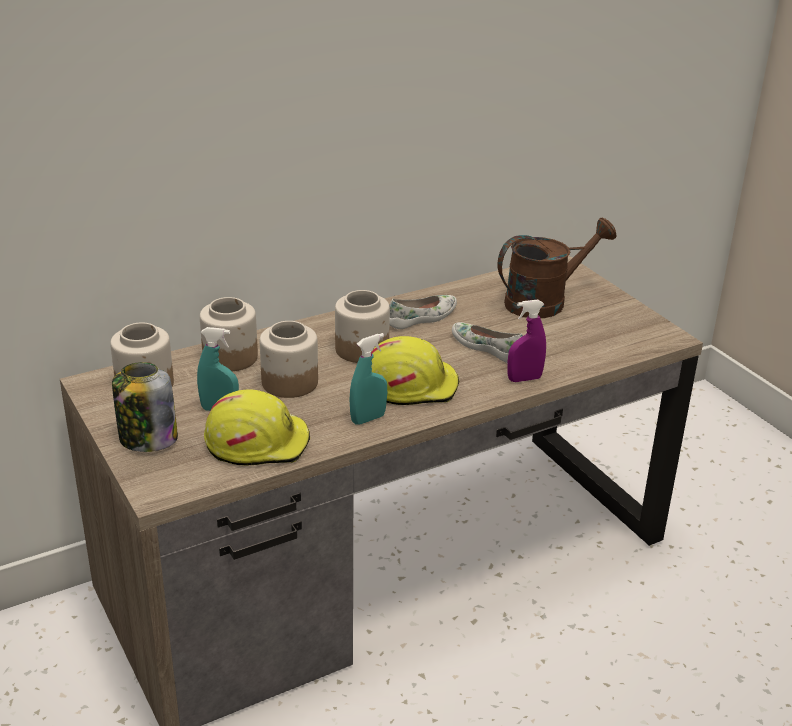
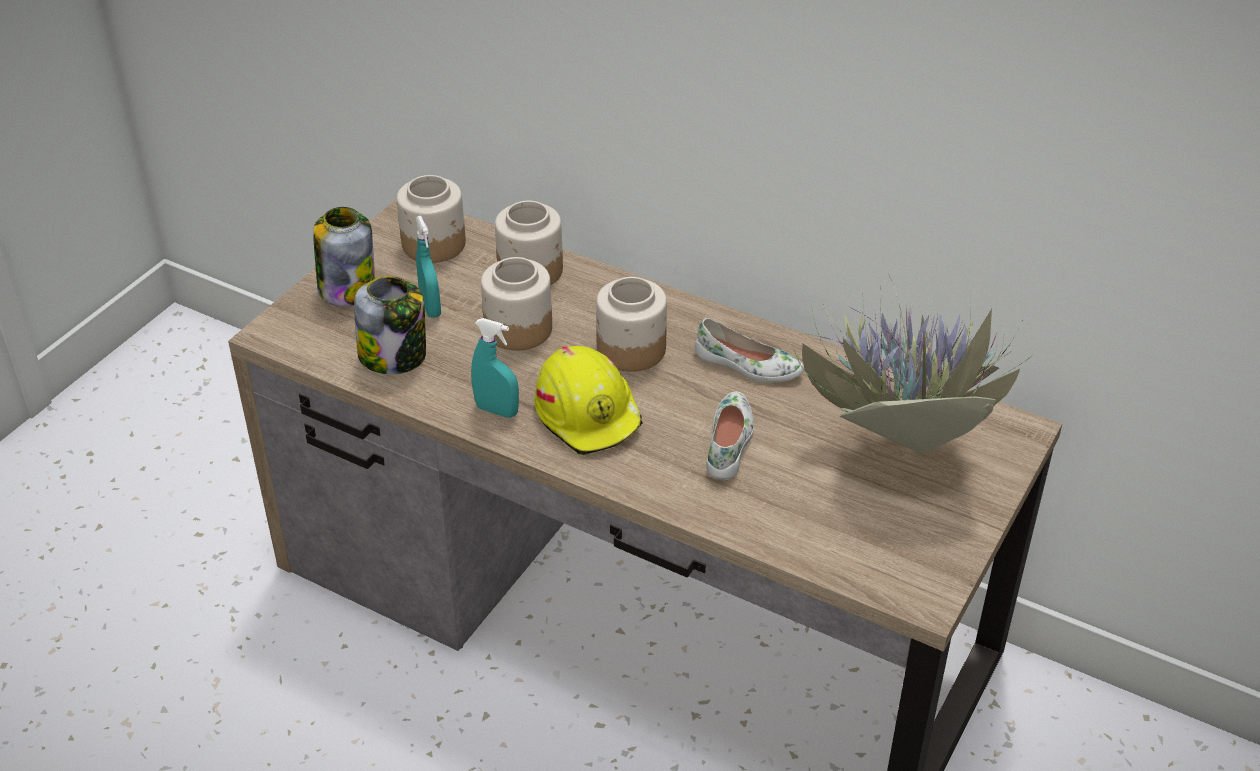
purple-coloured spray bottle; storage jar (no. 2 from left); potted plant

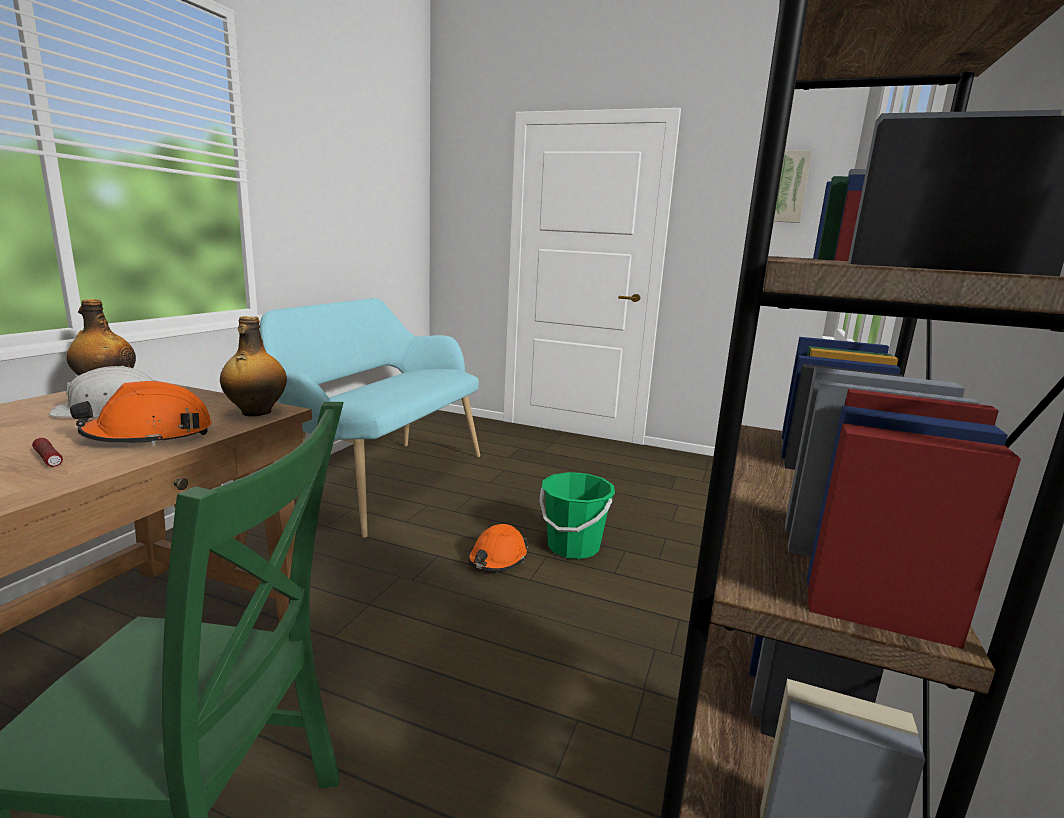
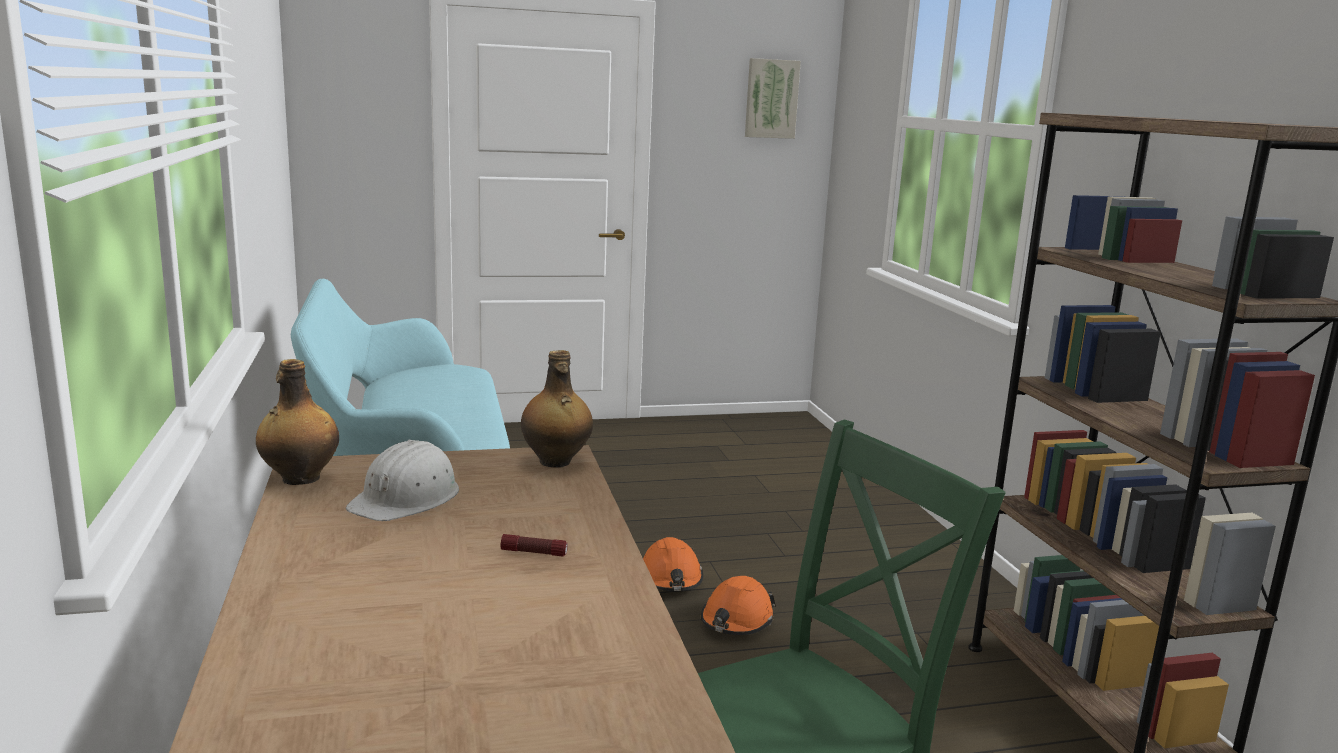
green-coloured pail; orangey work helmet (no. 2 from left)

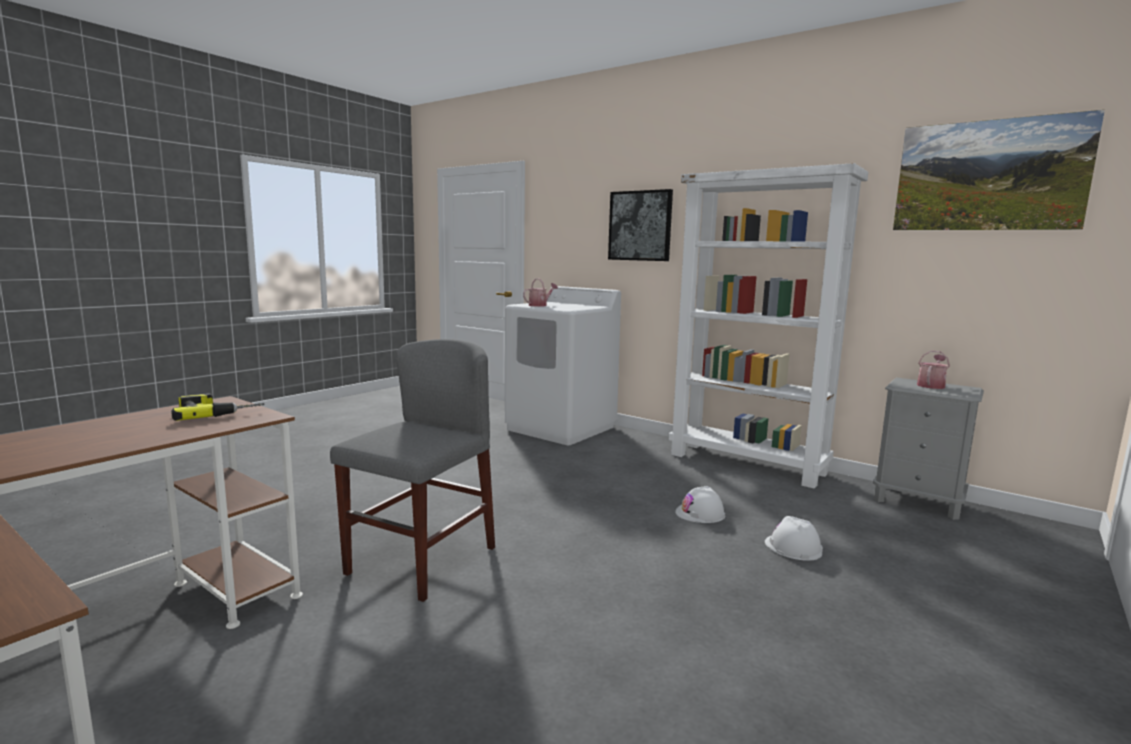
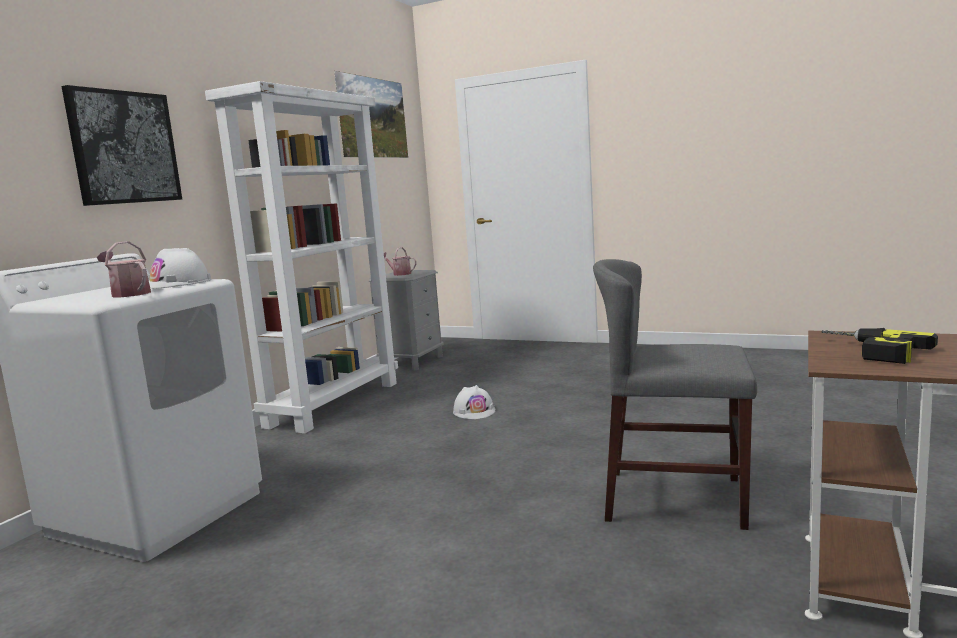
white work helmet (no. 1 from left)

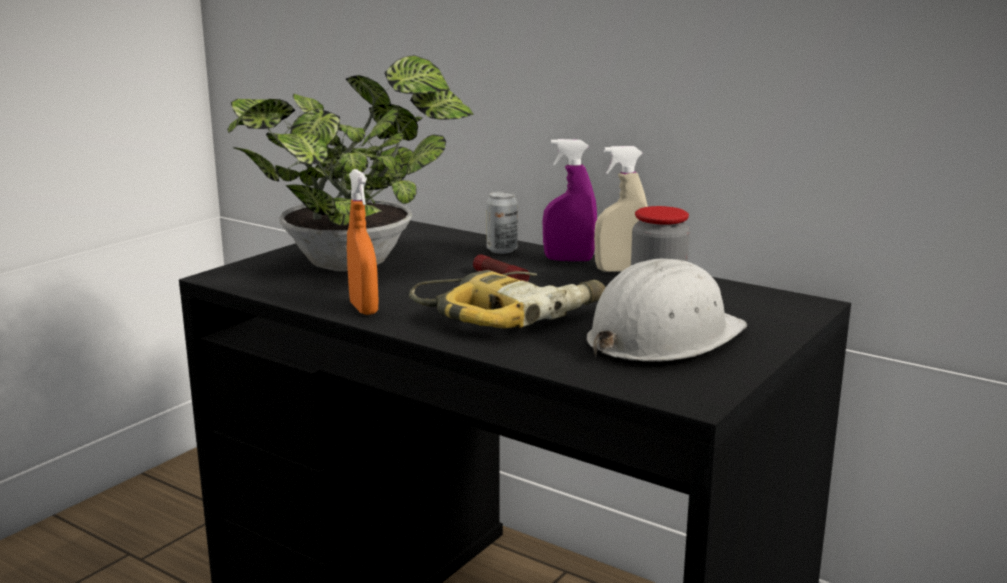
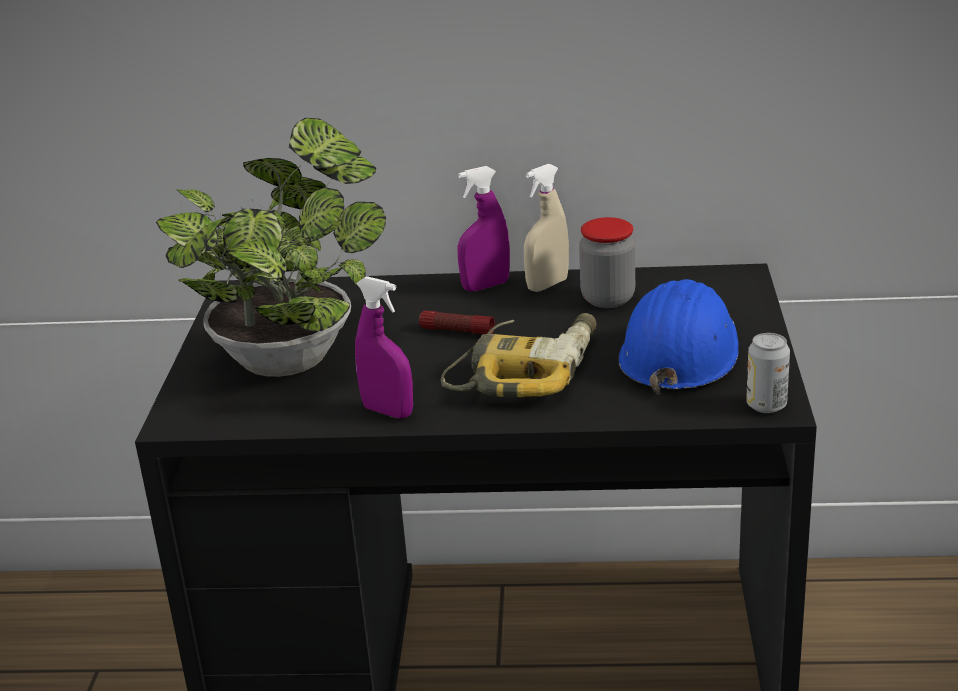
can; purple-coloured spray bottle (no. 1 from left); blue work helmet

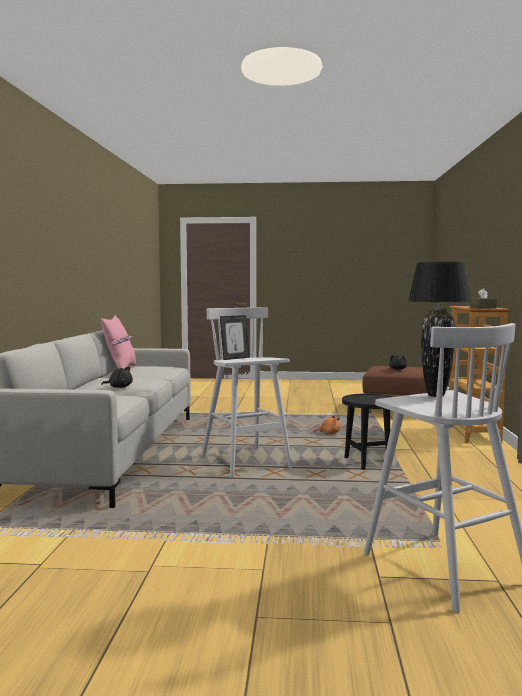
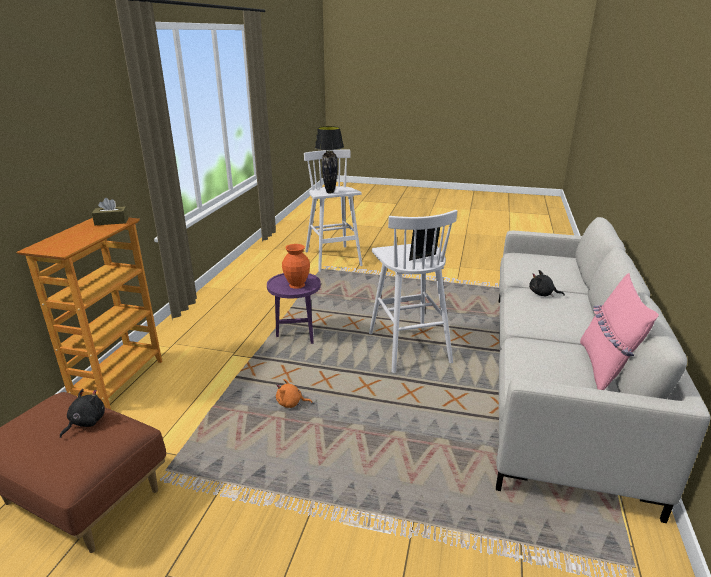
orangey decorative vase; purple-coloured end table

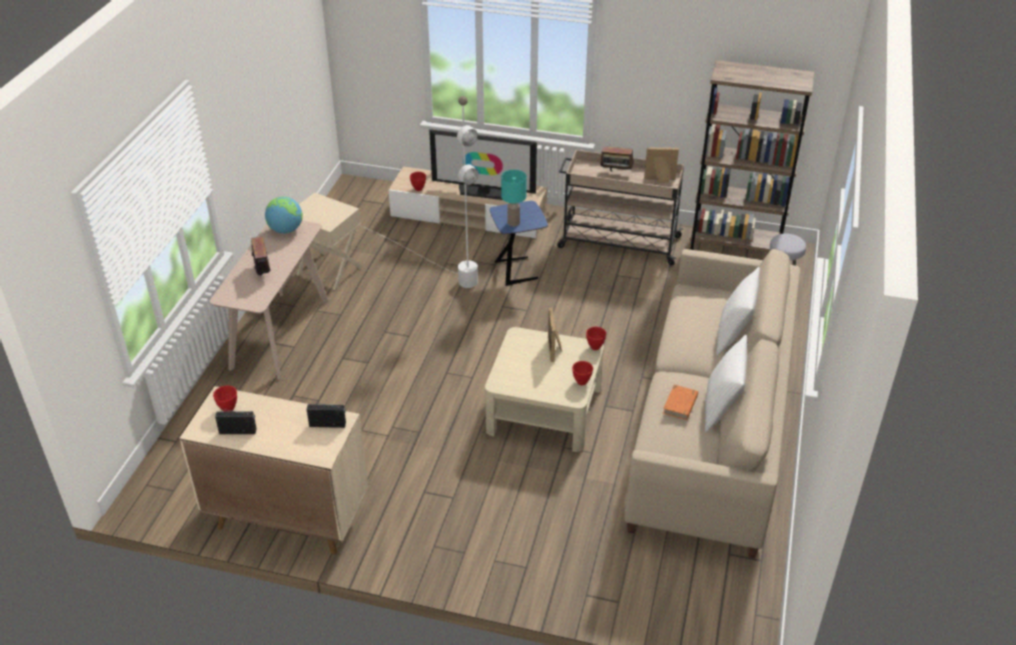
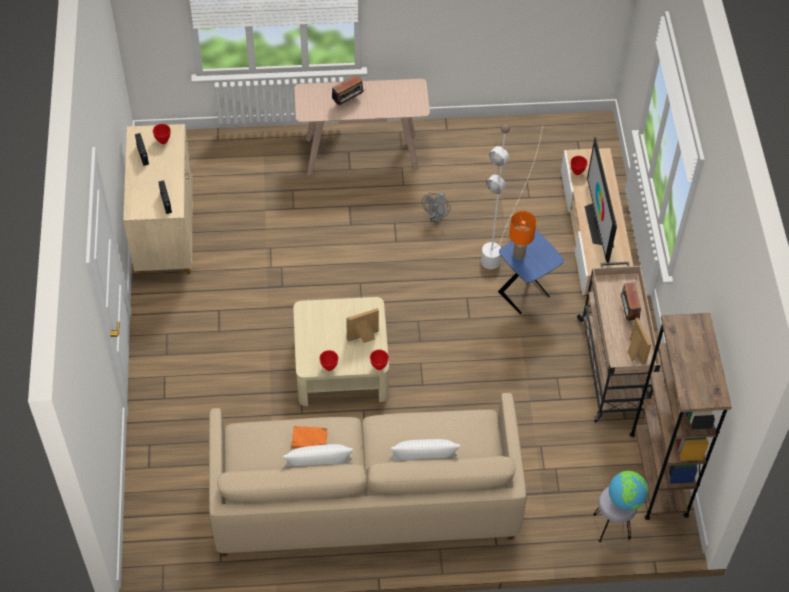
sand-coloured end table; grey cooling fan; desk globe; orangey tabletop lamp

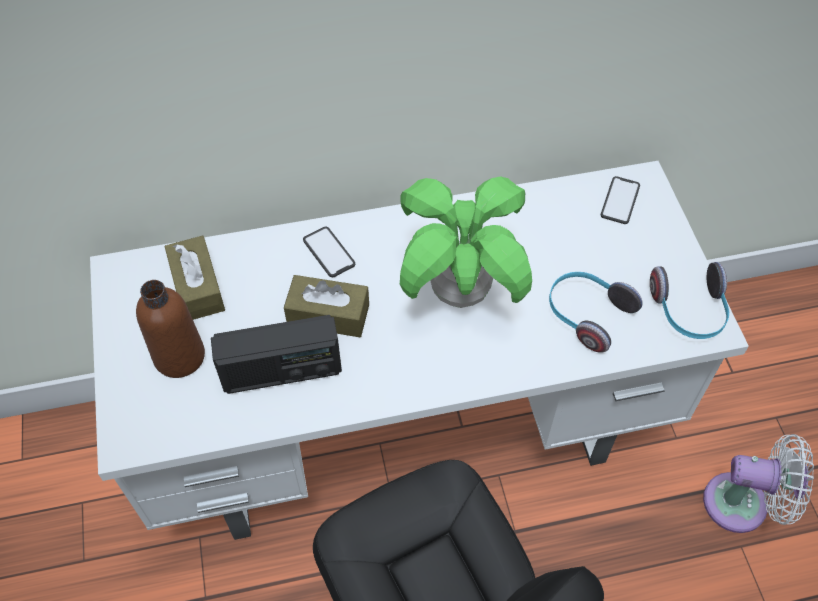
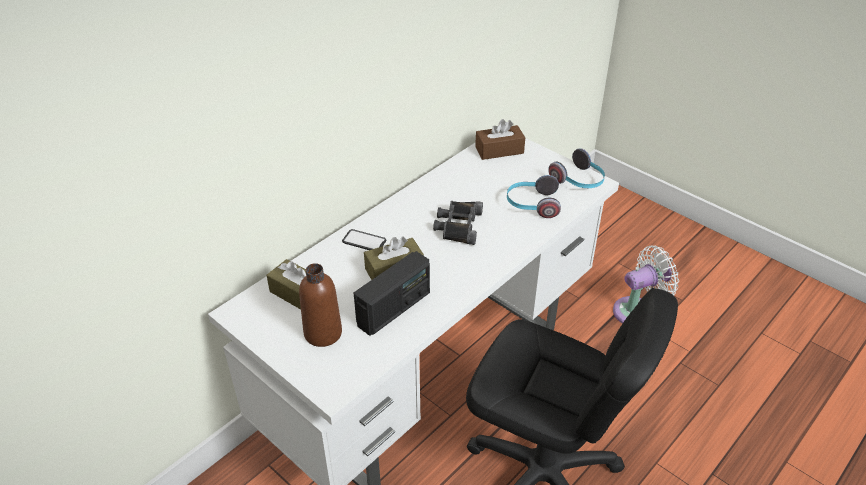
black pair of binoculars; brown tissue holder (no. 3 from left)

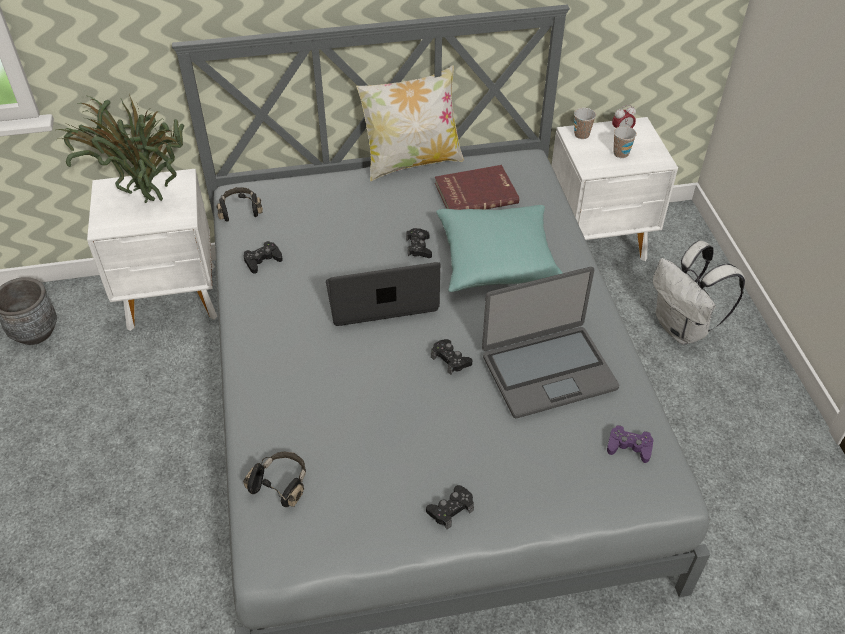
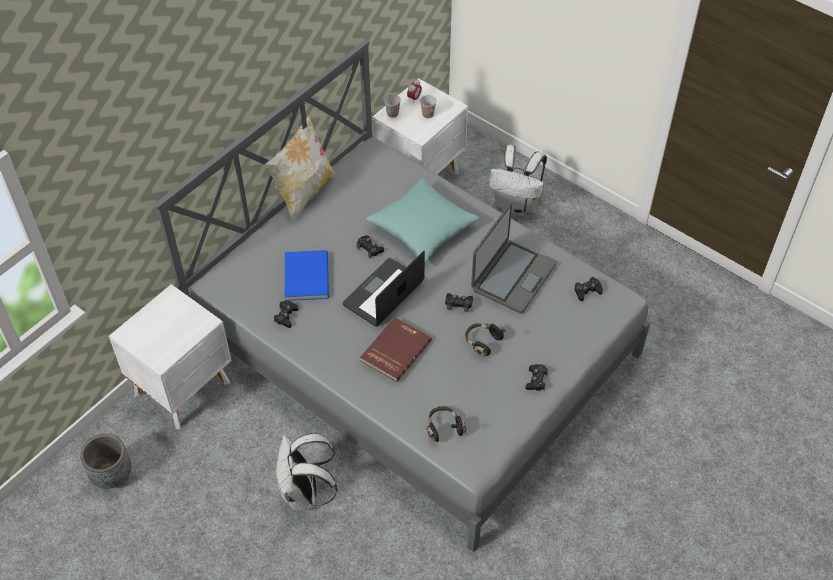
potted plant; white backpack (no. 1 from left); blue bound book; black headphones (no. 2 from left); red bound book; black gamepad (no. 5 from left)

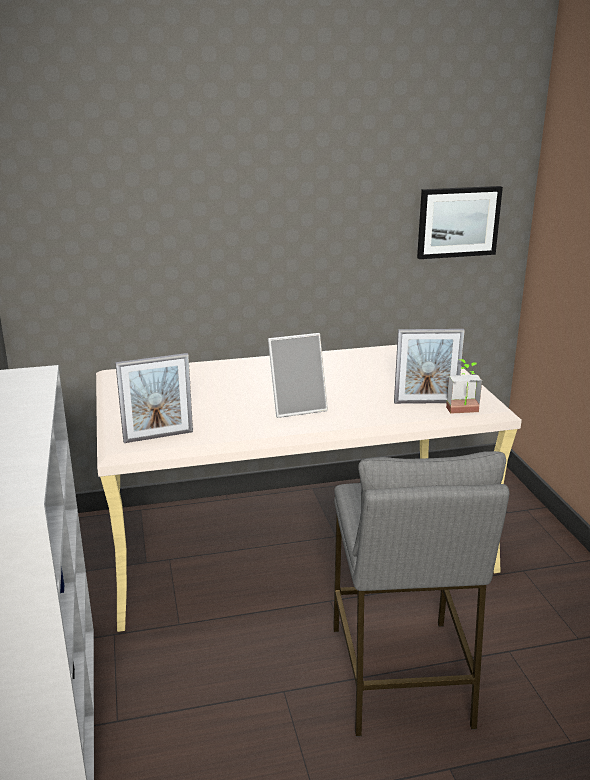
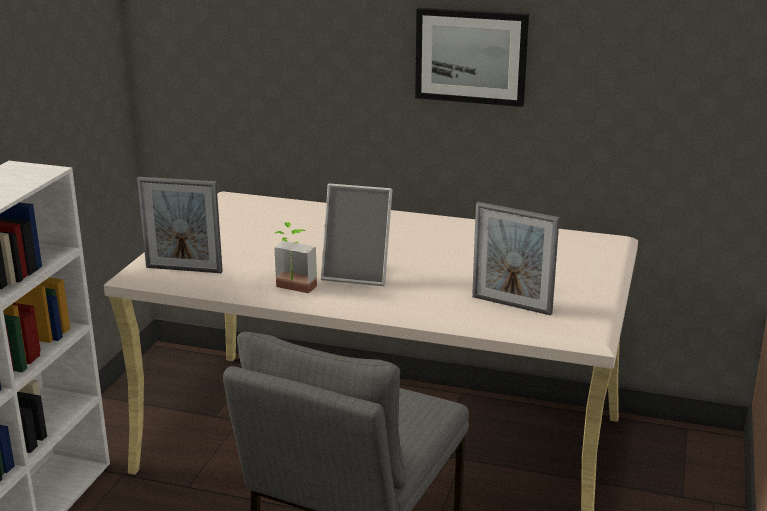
wall art; potted plant

